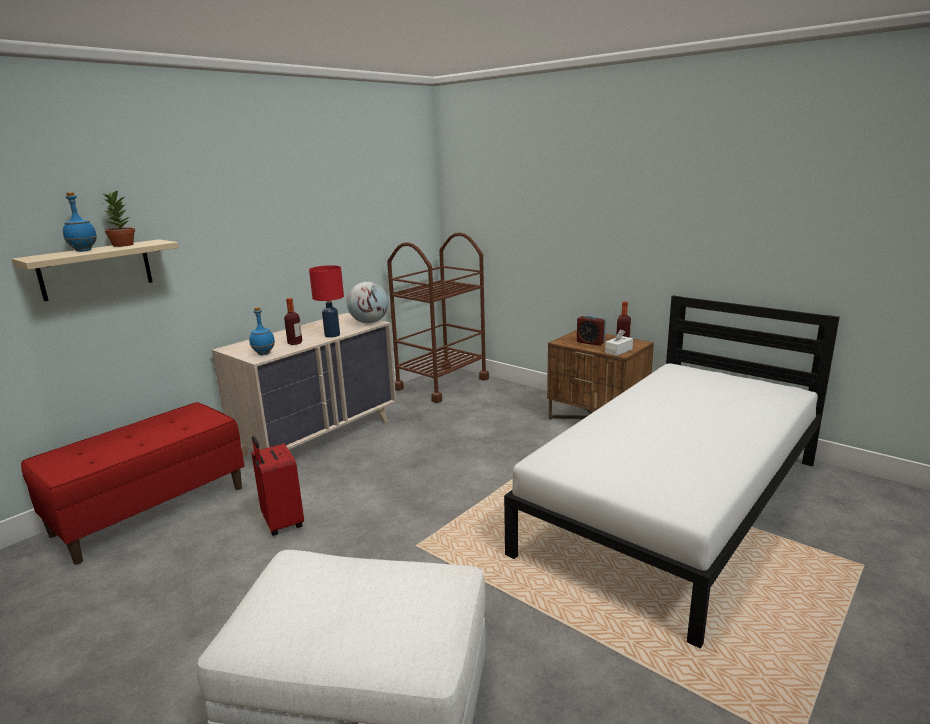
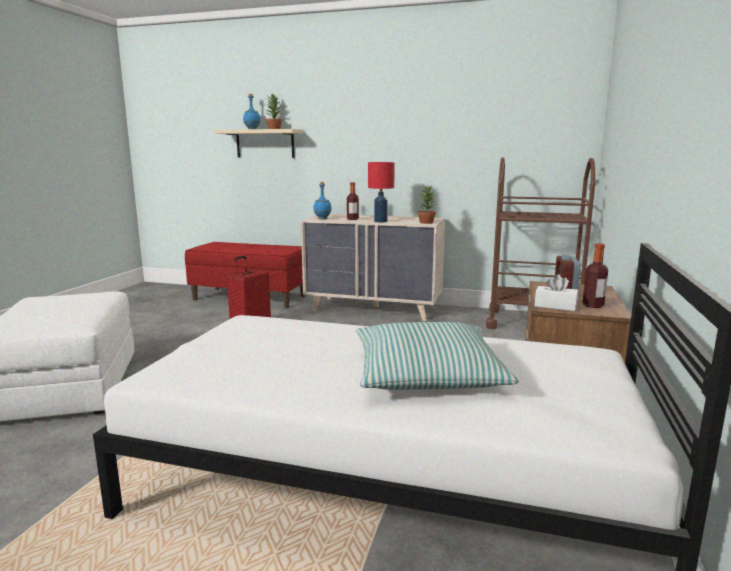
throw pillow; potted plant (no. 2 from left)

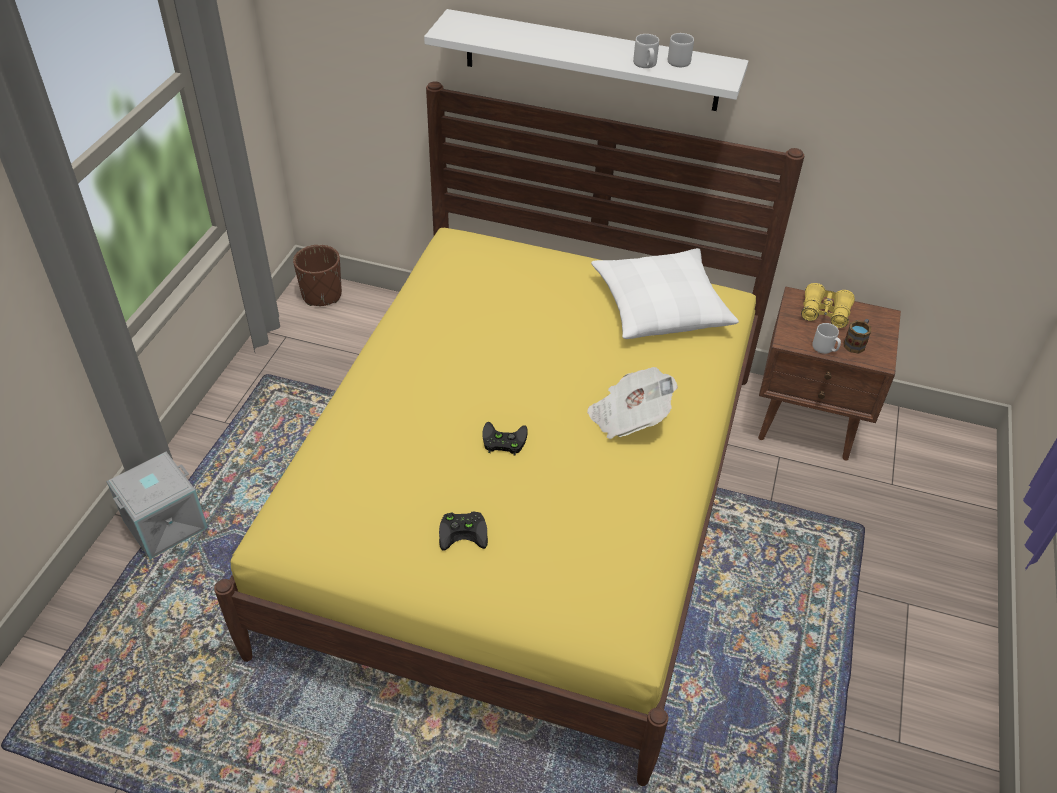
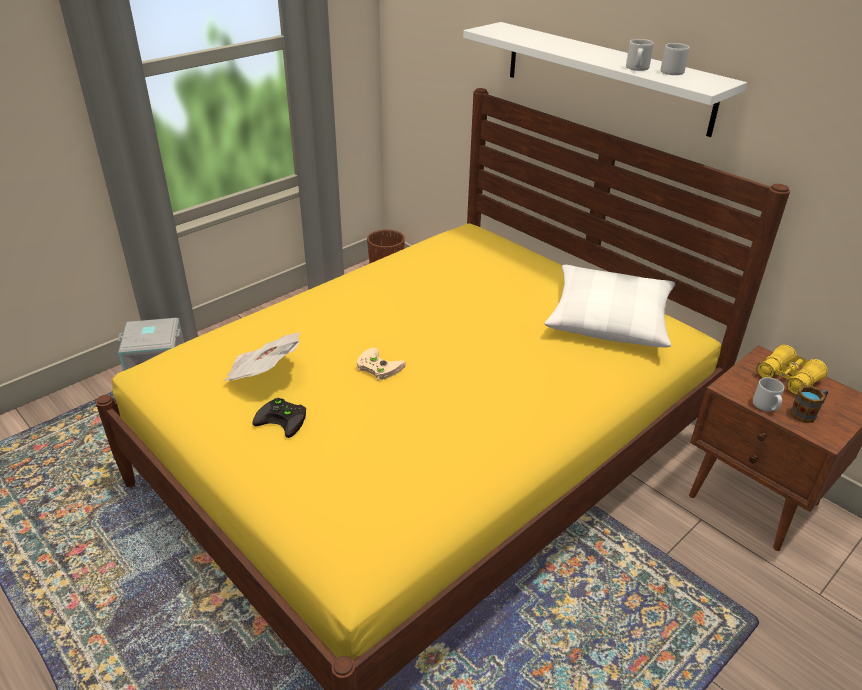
newspaper; sand-coloured gamepad

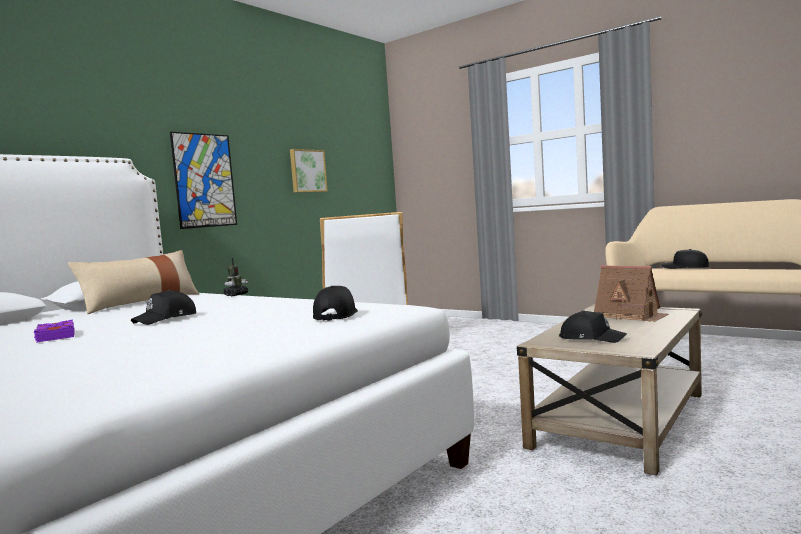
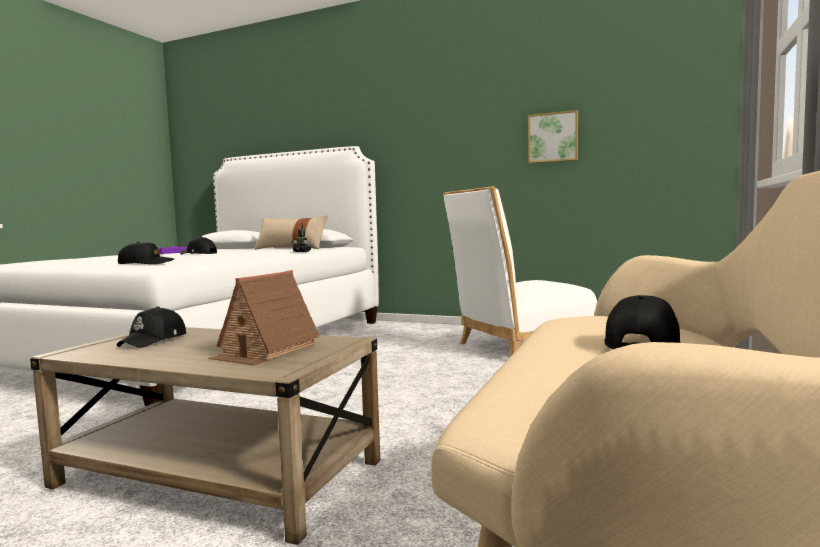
wall art (no. 1 from left in the first image)

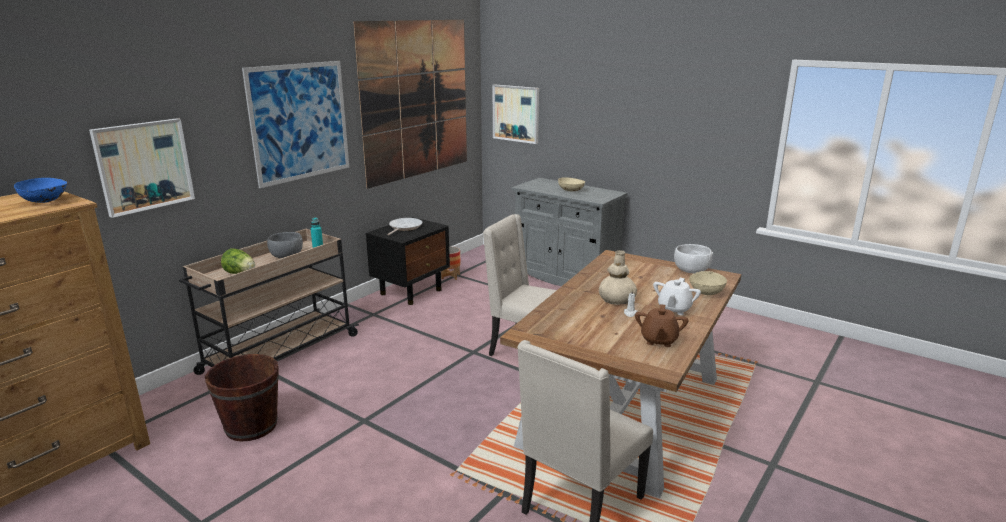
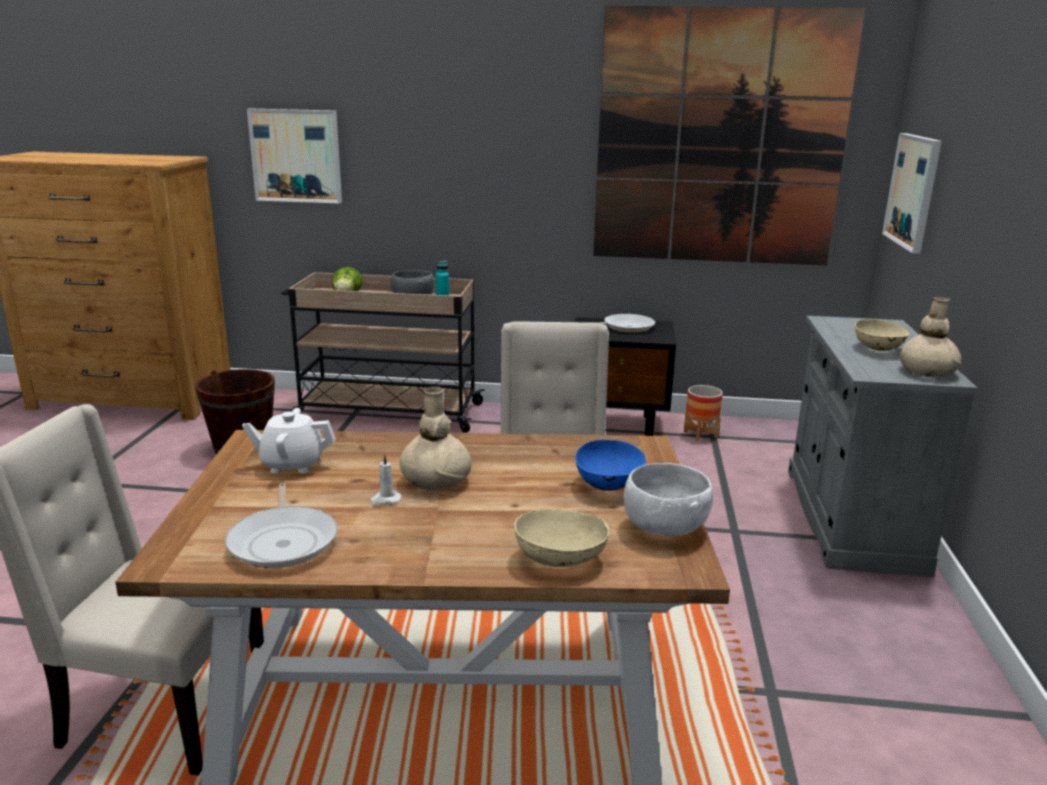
wall art (no. 2 from left in the first image); sand-coloured decorative vase (no. 2 from left); blue serving bowl; white tea pot; frying pan (no. 1 from left)

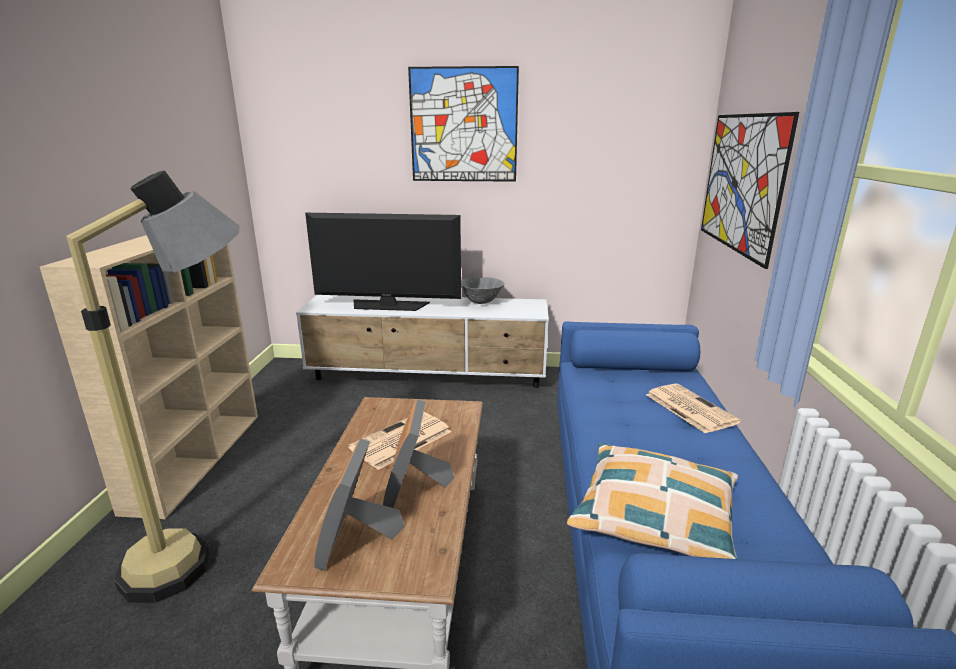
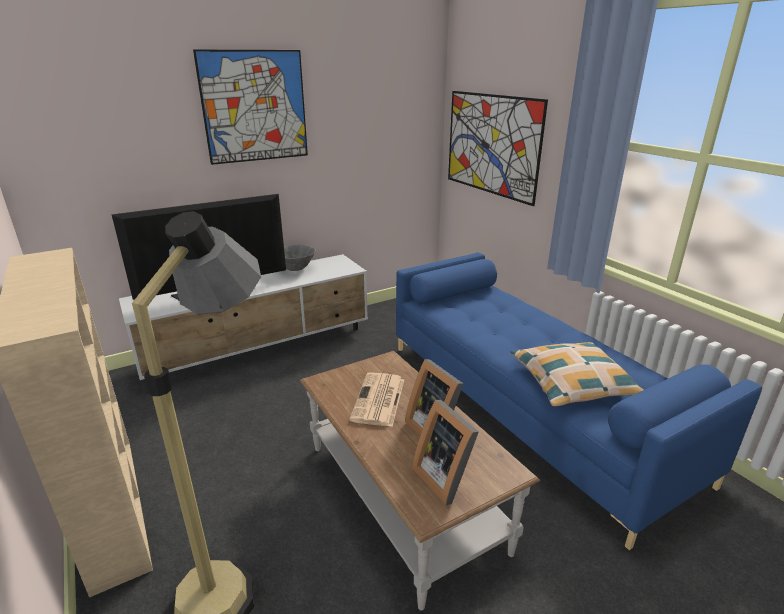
newspaper (no. 2 from left in the first image)

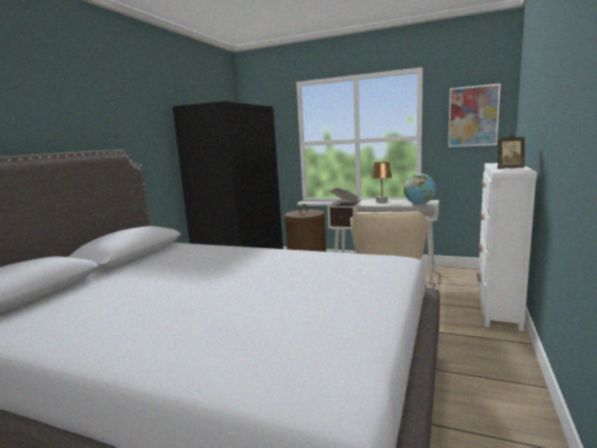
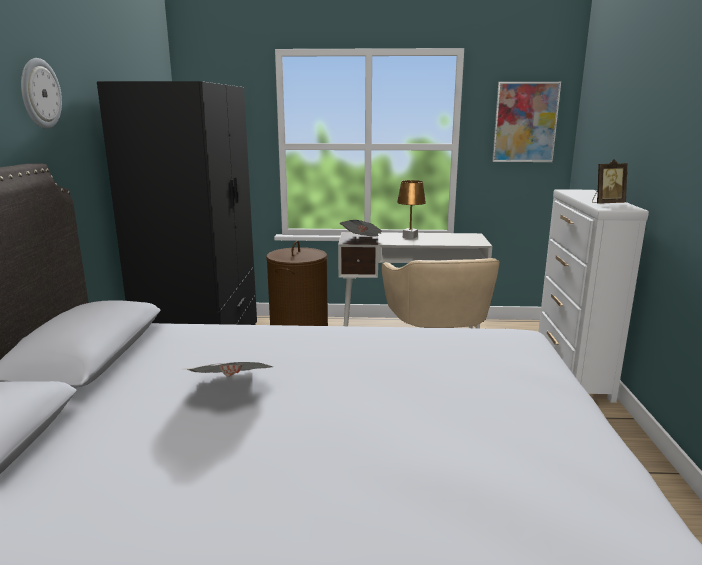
desk globe; hanging clock; newspaper (no. 1 from left)

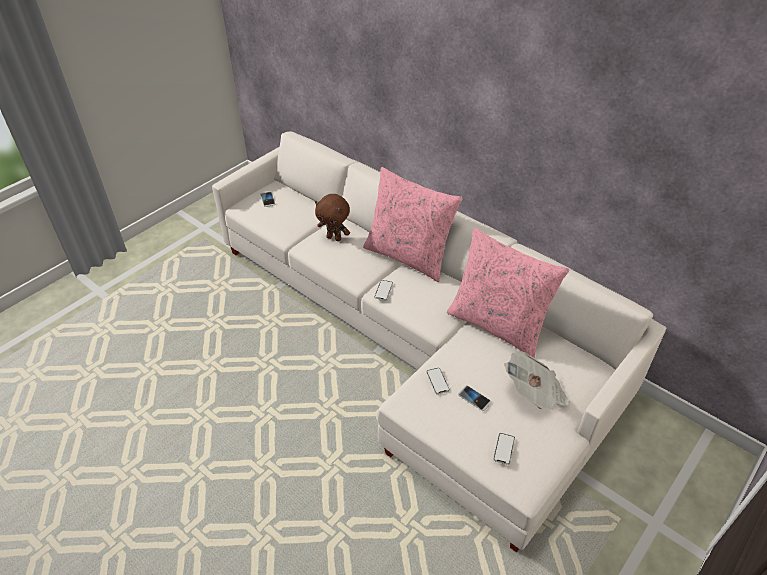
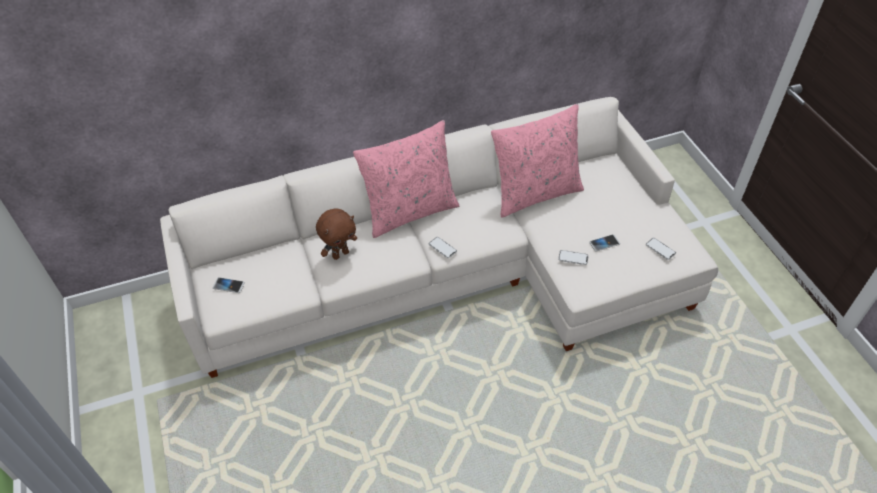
newspaper

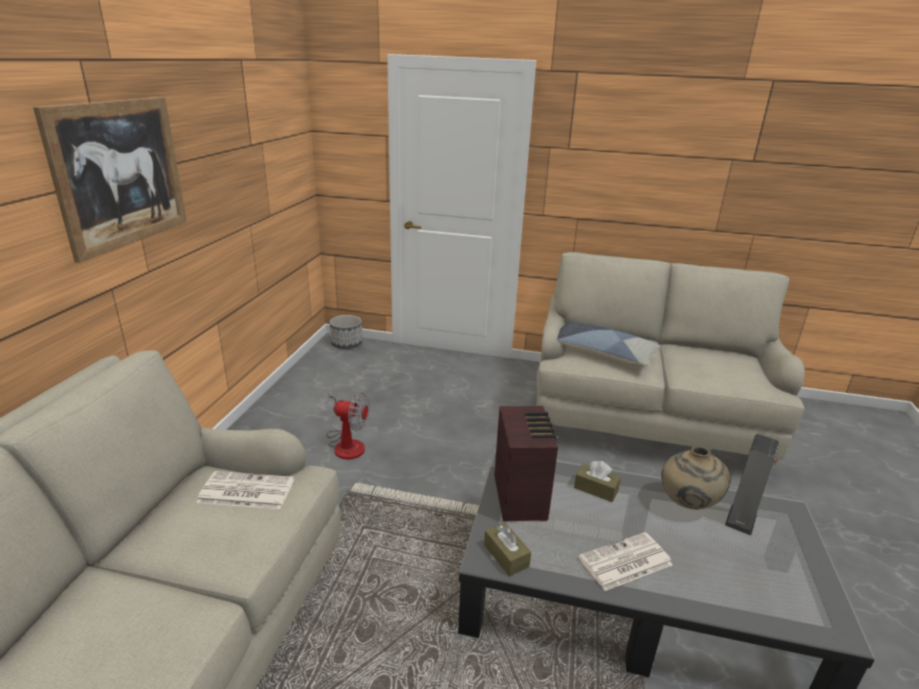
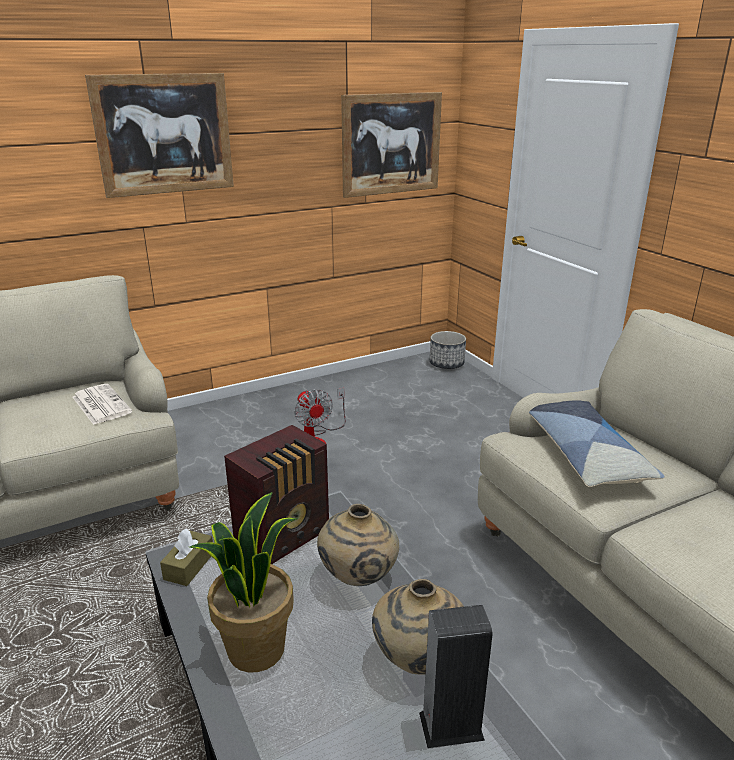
wall art (no. 2 from left); sand-coloured decorative vase (no. 1 from left); potted plant

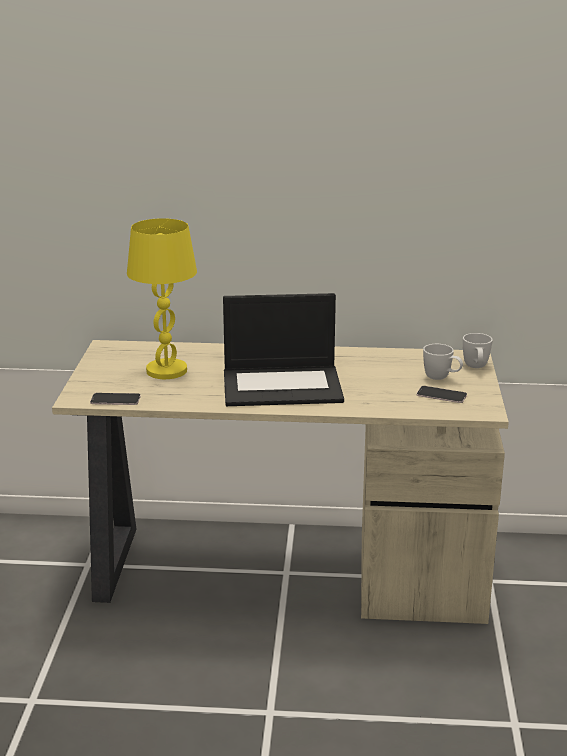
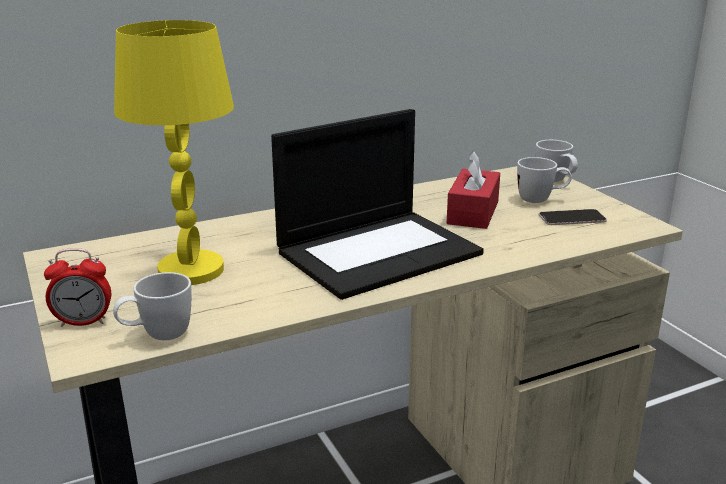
alarm clock; red tissue holder; white coffee mug (no. 1 from left)

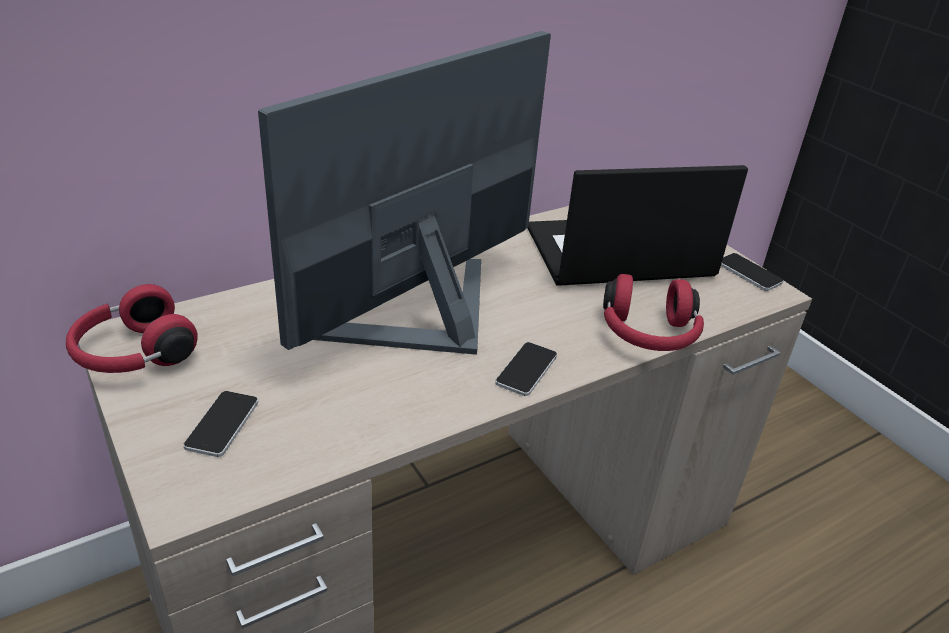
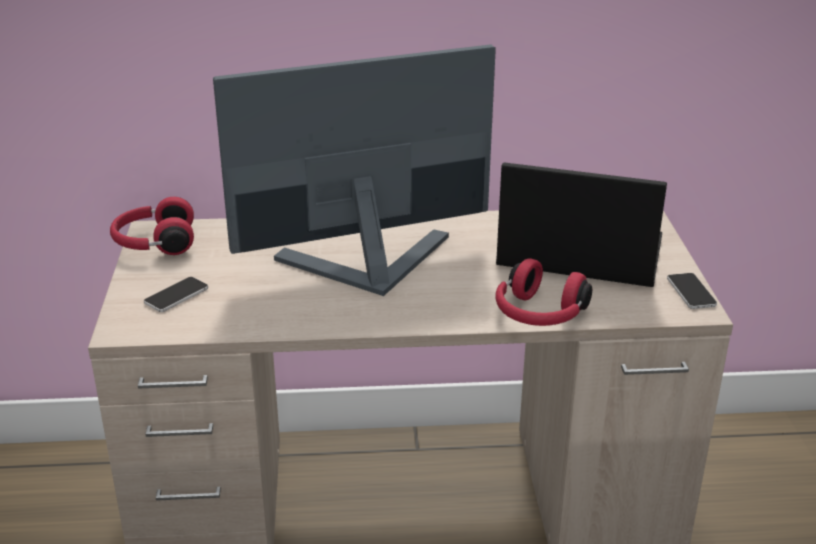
telephone (no. 2 from left in the first image)

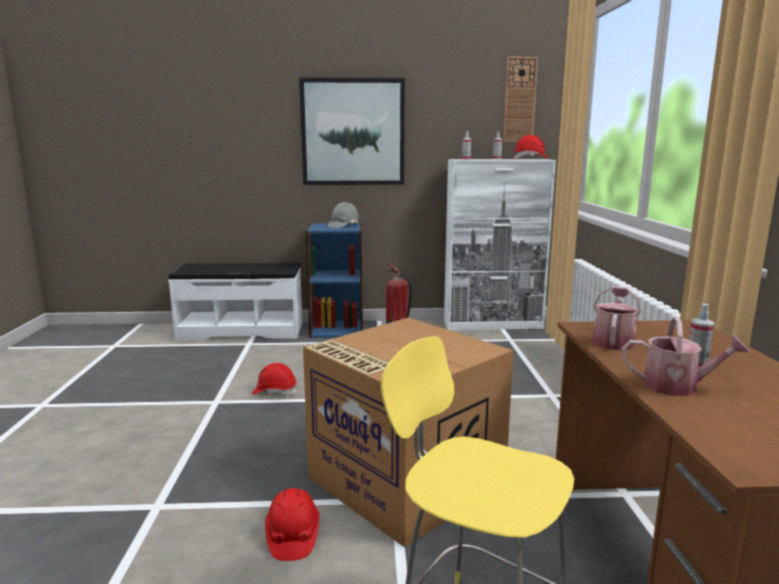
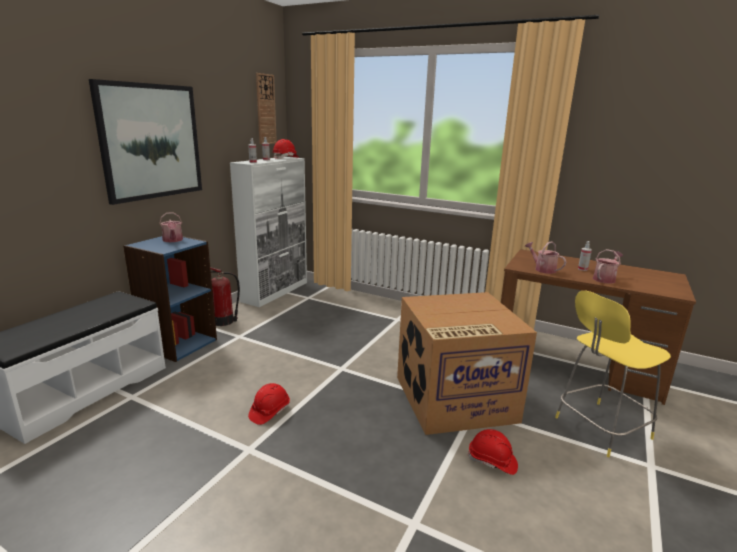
watering can (no. 1 from left)

